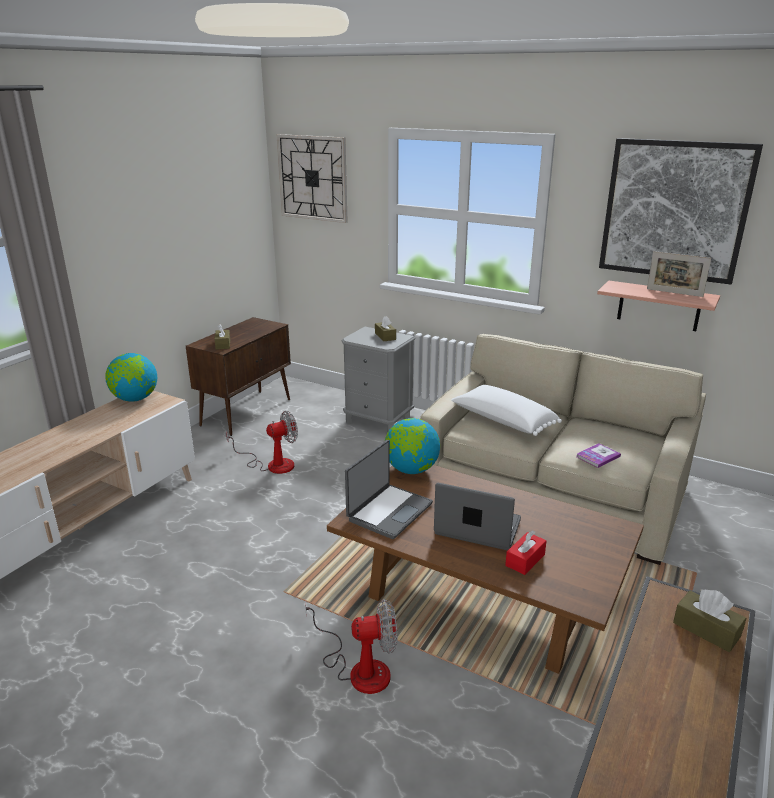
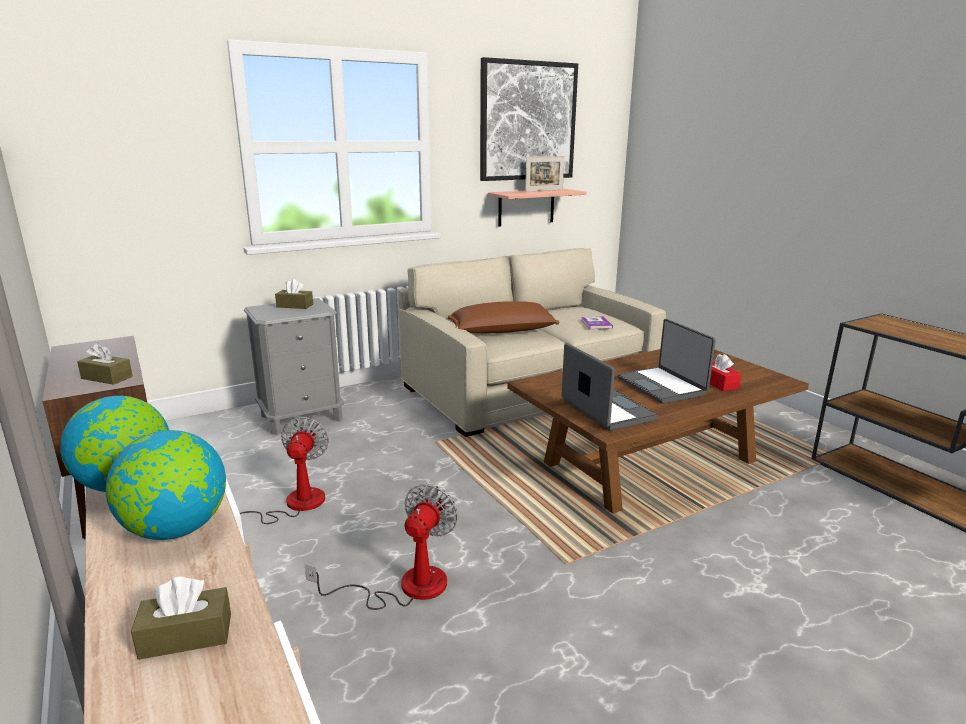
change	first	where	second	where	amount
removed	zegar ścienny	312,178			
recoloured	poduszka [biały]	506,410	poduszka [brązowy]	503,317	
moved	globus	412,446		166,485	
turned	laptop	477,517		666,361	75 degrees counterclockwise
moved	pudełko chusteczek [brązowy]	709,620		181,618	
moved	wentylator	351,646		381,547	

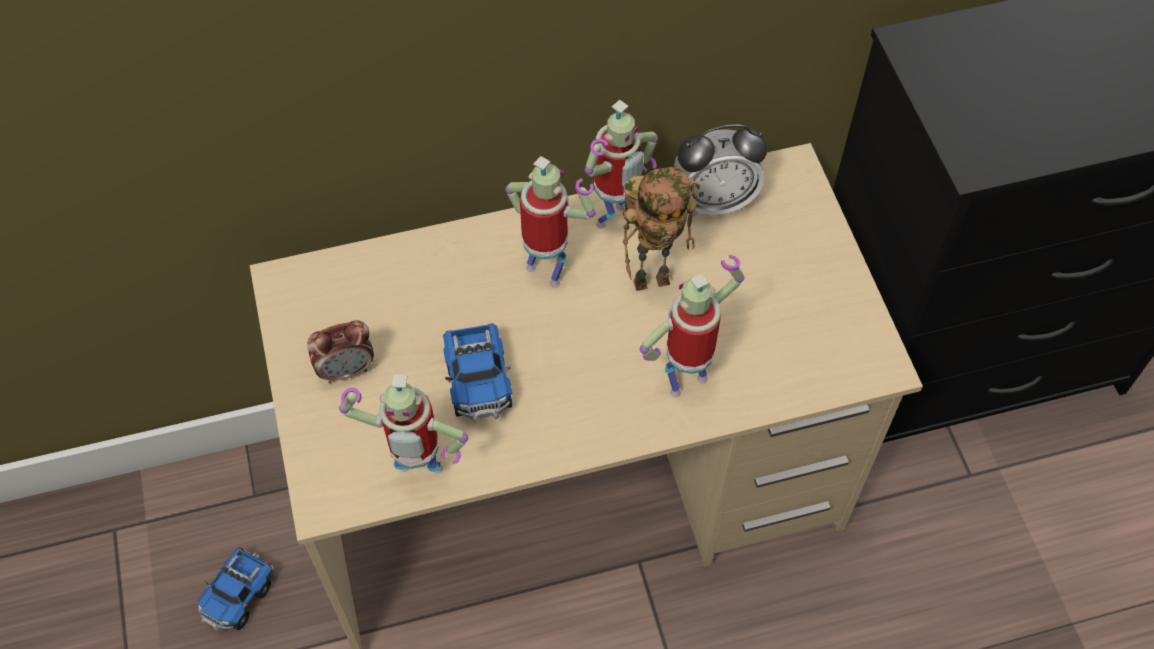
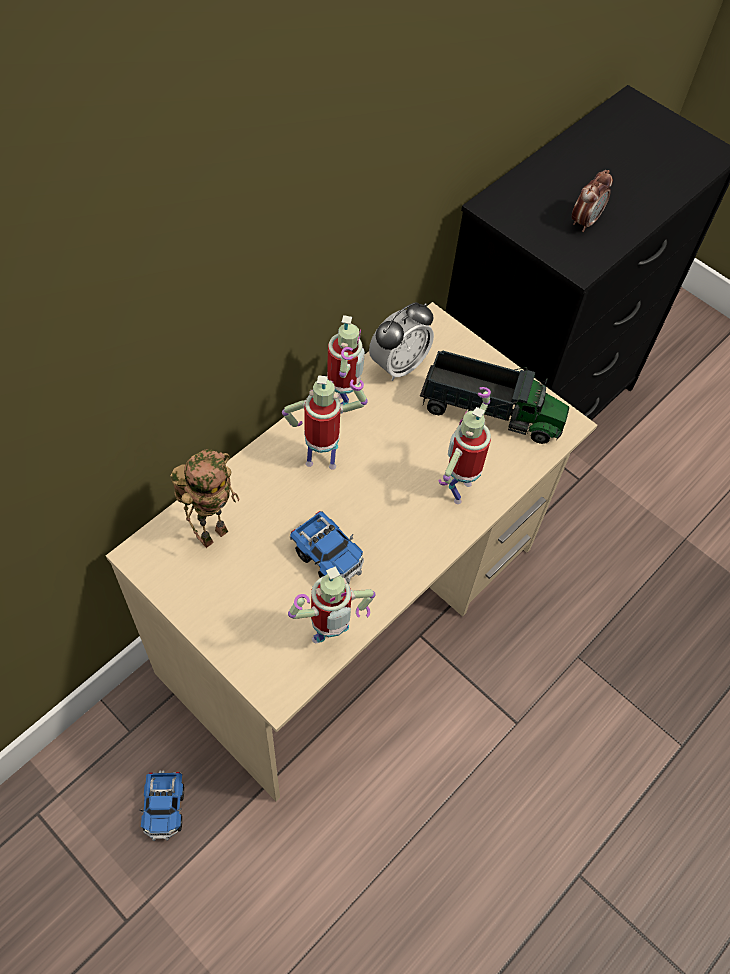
change	first	where	second	where	amount
moved	robot zabawkowy	661,229		204,498	
moved	budzik	340,351		592,201	
added			ciężarówka zabawkowa	494,397	

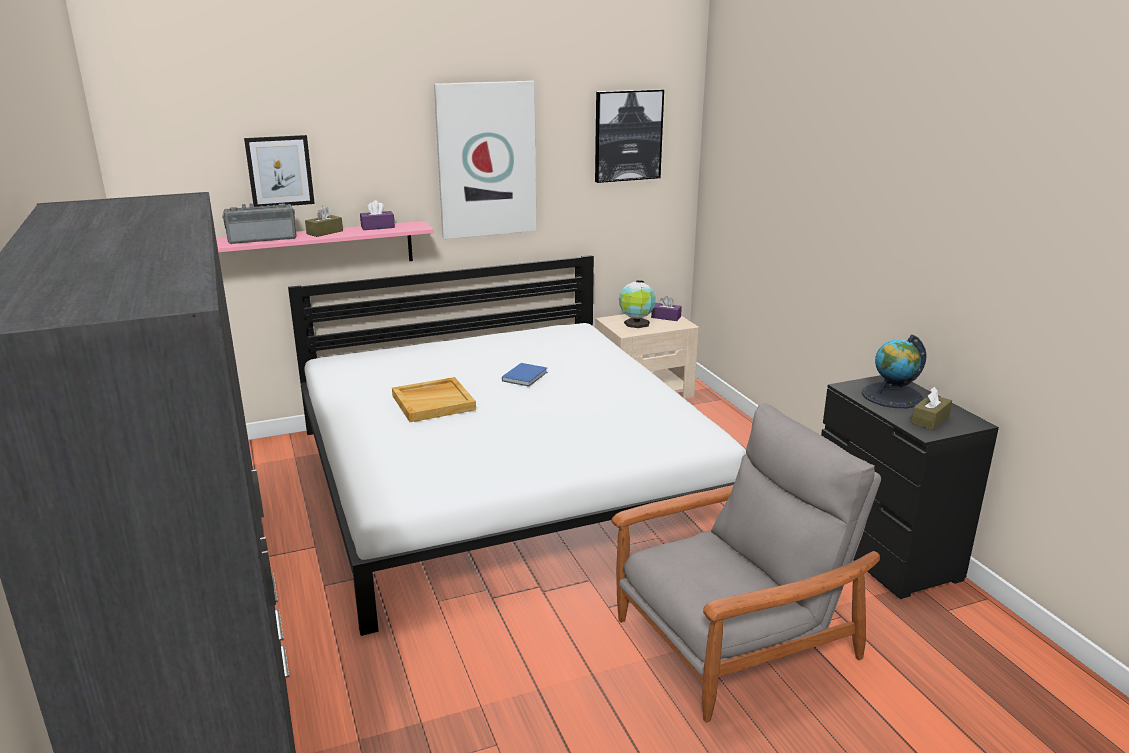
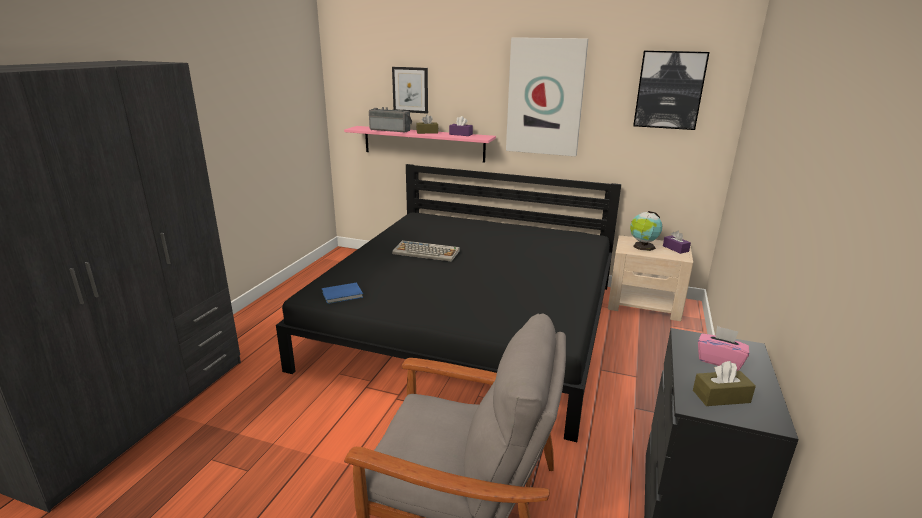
change	first	where	second	where	amount
recoloured	łóżko [biały]	517,445	łóżko [czarny]	448,303	
replaced	globus	894,371	pudełko chusteczek [różowy]	723,348	
moved	książka [niebieski]	524,375		342,293	
replaced	taca [beżowy]	434,399	klawiatura	426,251	

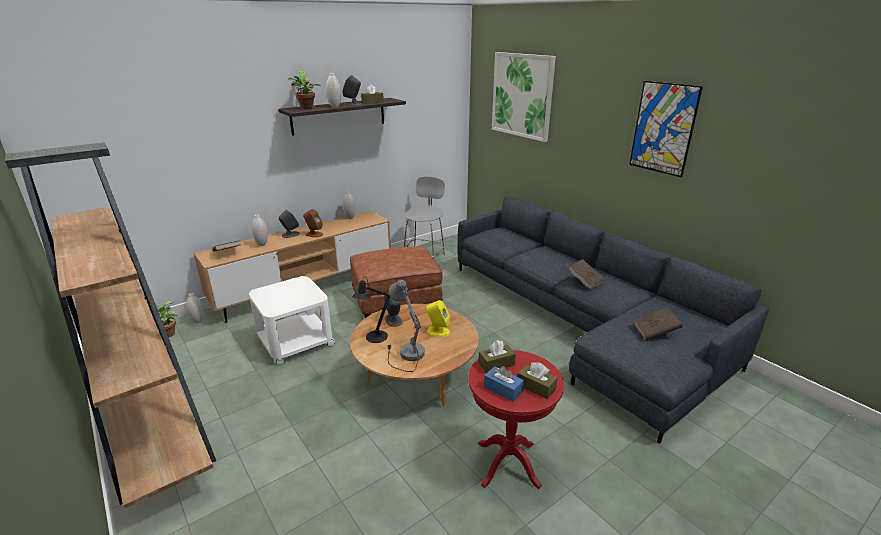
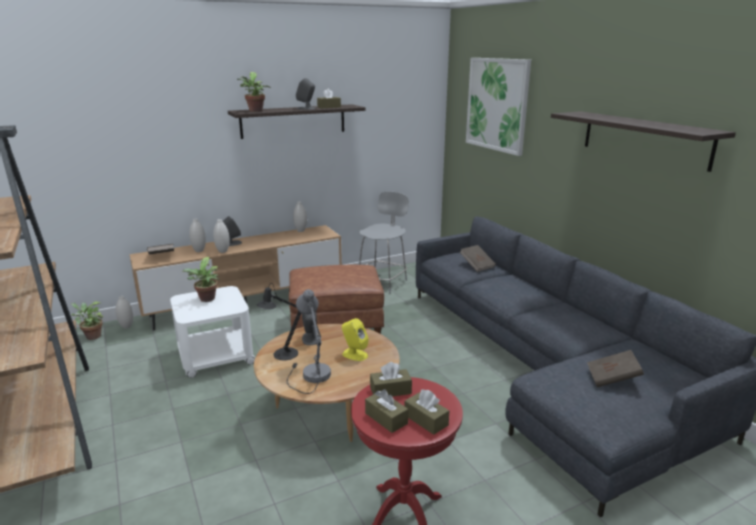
change	first	where	second	where	amount
moved	wazon [biały]	333,90		221,236	
replaced	obraz	666,129	półka	643,141	
removed	głośnik [brązowy]	313,223			
moved	książka [brązowy]	587,274		478,258	
recoloured	pudełko chusteczek [niebieski]	504,384	pudełko chusteczek [brązowy]	386,411	
added			roślina doniczkowa	201,279	

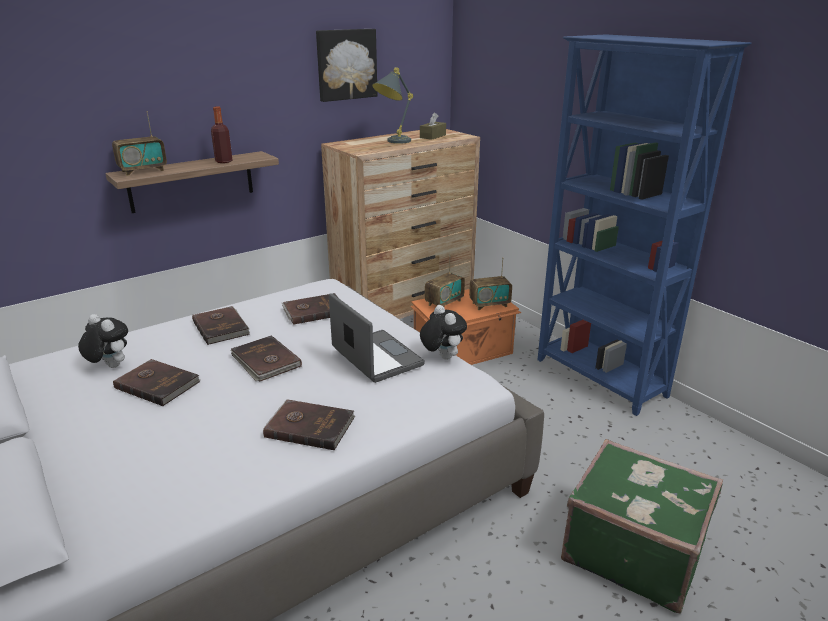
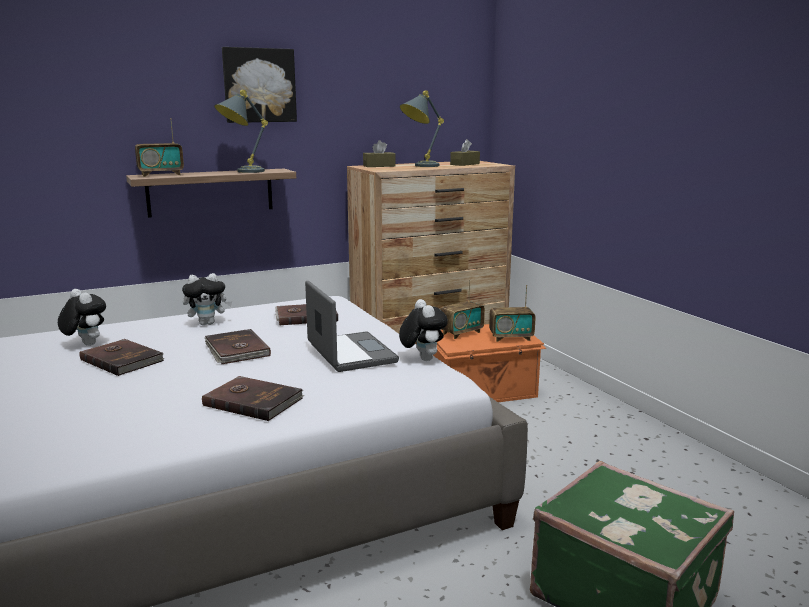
change	first	where	second	where	amount
moved	obraz	347,65		259,85	
removed	regał [niebieski]	644,225			
replaced	butelka	221,134	lampa stołowa [szary]	241,131	
replaced	książka [brązowy]	221,325	pluszak	207,299	
added			pudełko chusteczek [brązowy]	379,153	

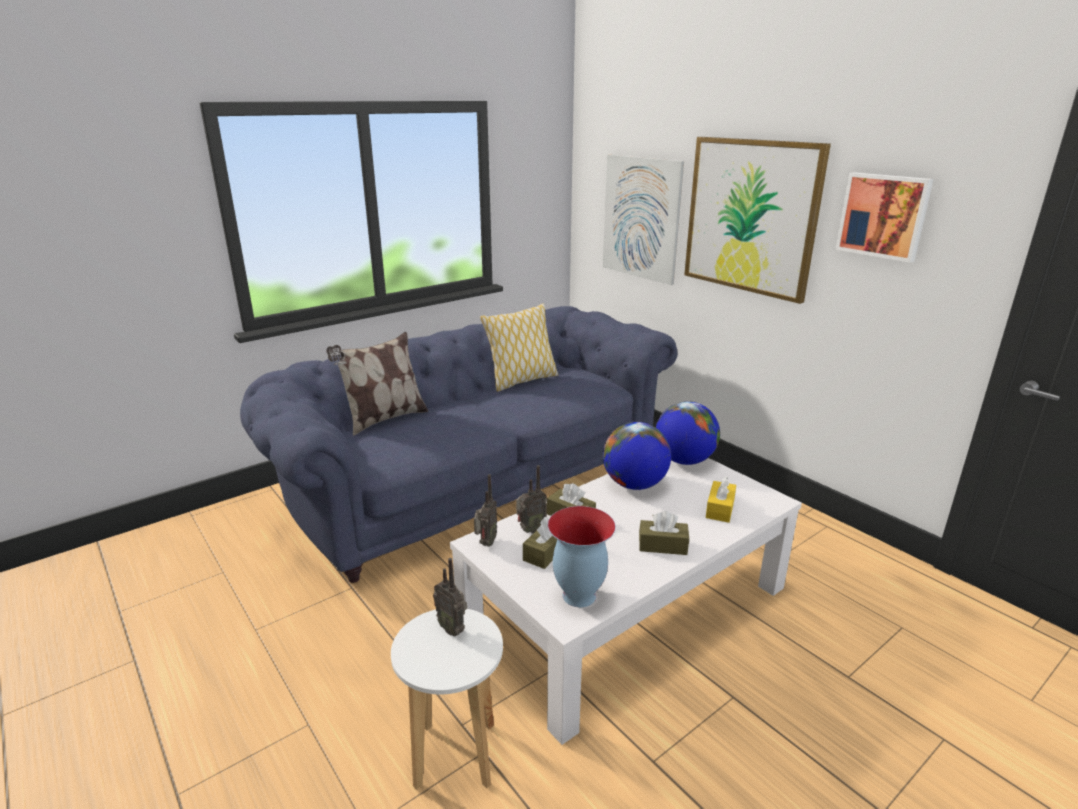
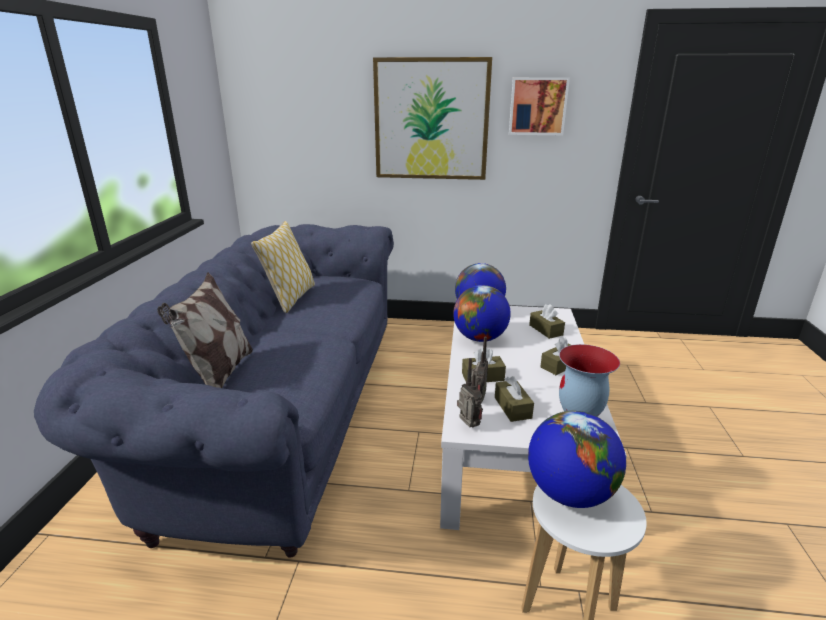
change	first	where	second	where	amount
removed	obraz	643,220			
recoloured	pudełko chusteczek [żółty]	721,500	pudełko chusteczek [brązowy]	547,321	
replaced	radio	450,597	globus	577,459	

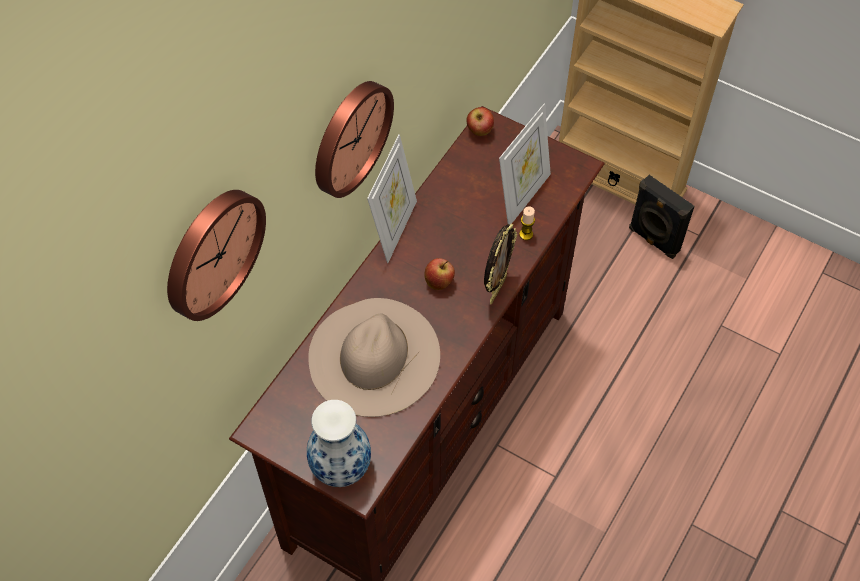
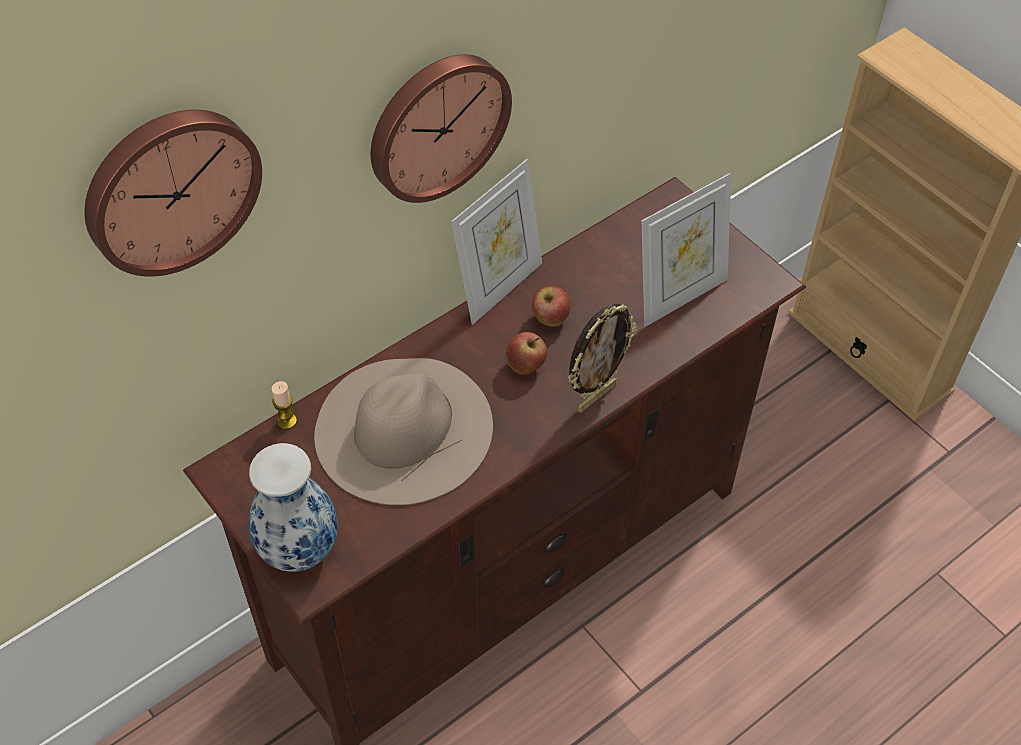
change	first	where	second	where	amount
moved	jabłko	480,121		551,306	
removed	głośnik [czarny]	661,217			
moved	świeca	527,223		284,405	

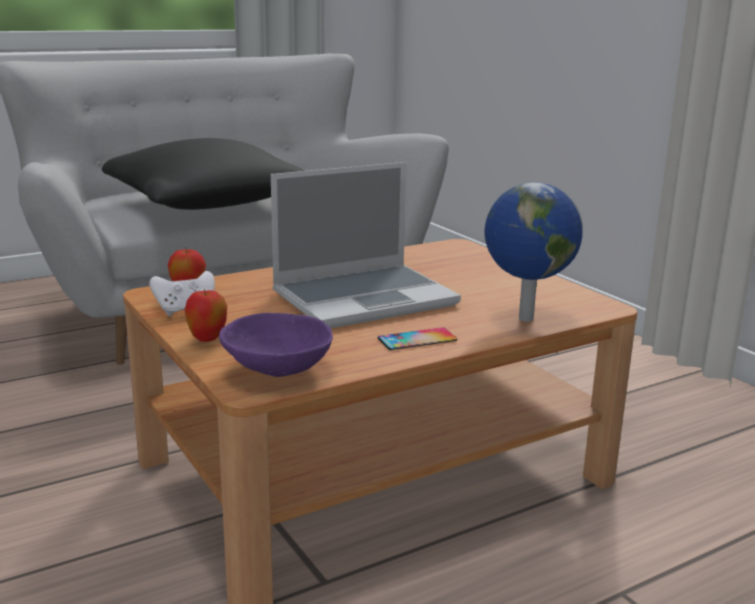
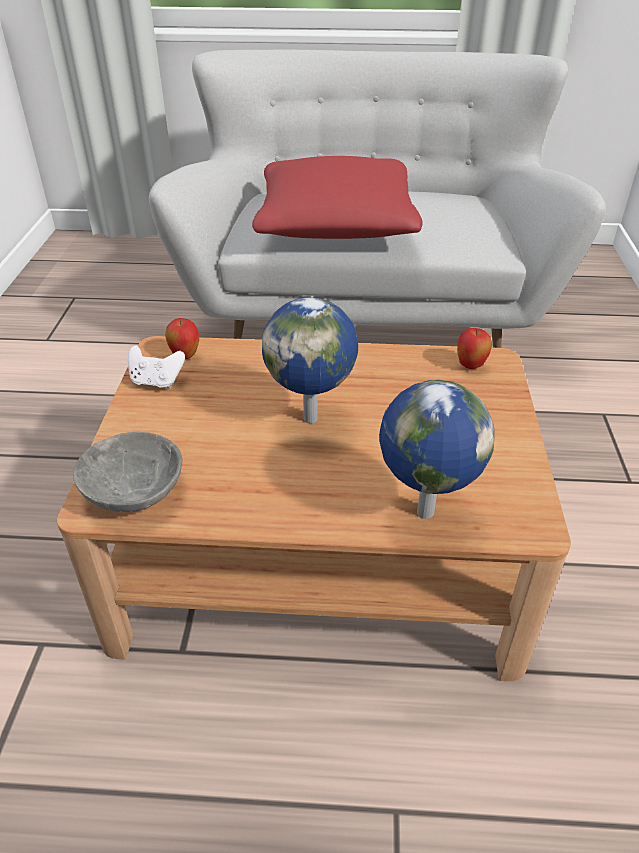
change	first	where	second	where	amount
recoloured	poduszka [czarny]	203,174	poduszka [czerwony]	337,197	
replaced	laptop	366,245	globus	310,360	
moved	jabłko	206,315		474,348	
recoloured	miska [fioletowy]	276,345	miska [szary]	127,472	
removed	telefon	417,338			

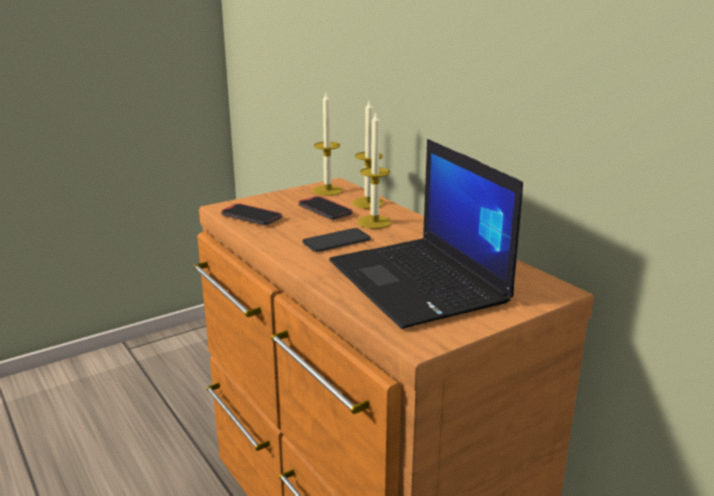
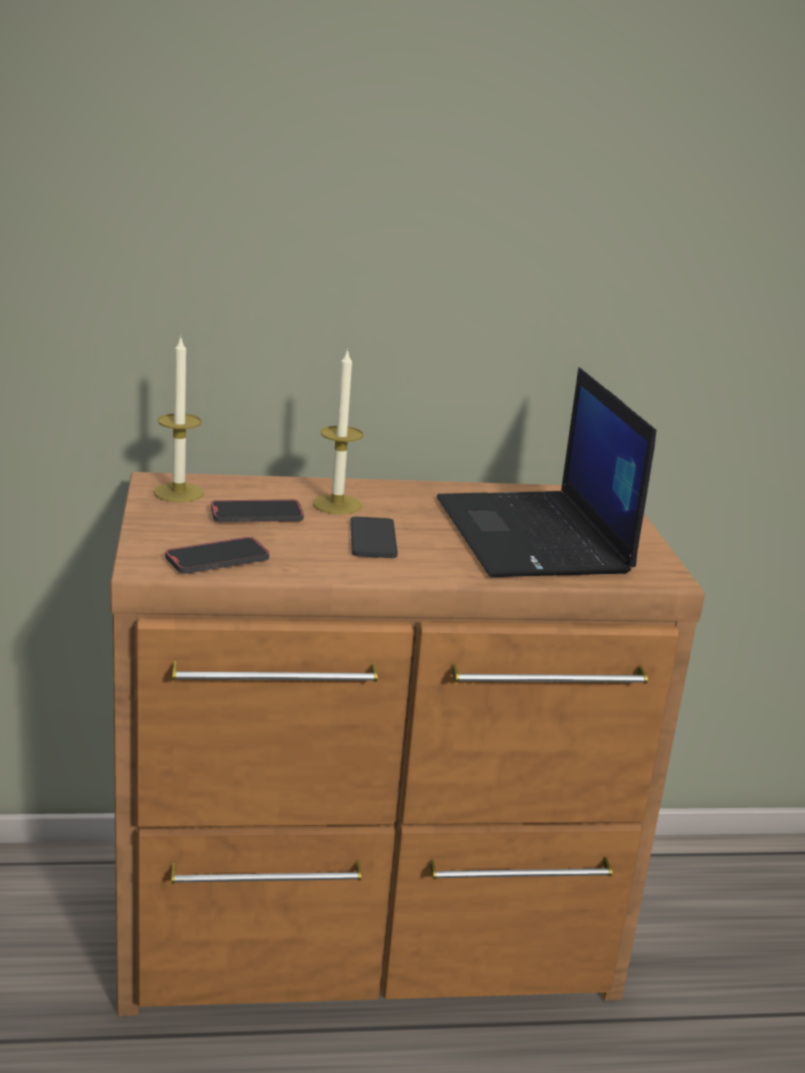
change	first	where	second	where	amount
removed	świeca	368,155			
turned	laptop	426,234		546,472	75 degrees clockwise

